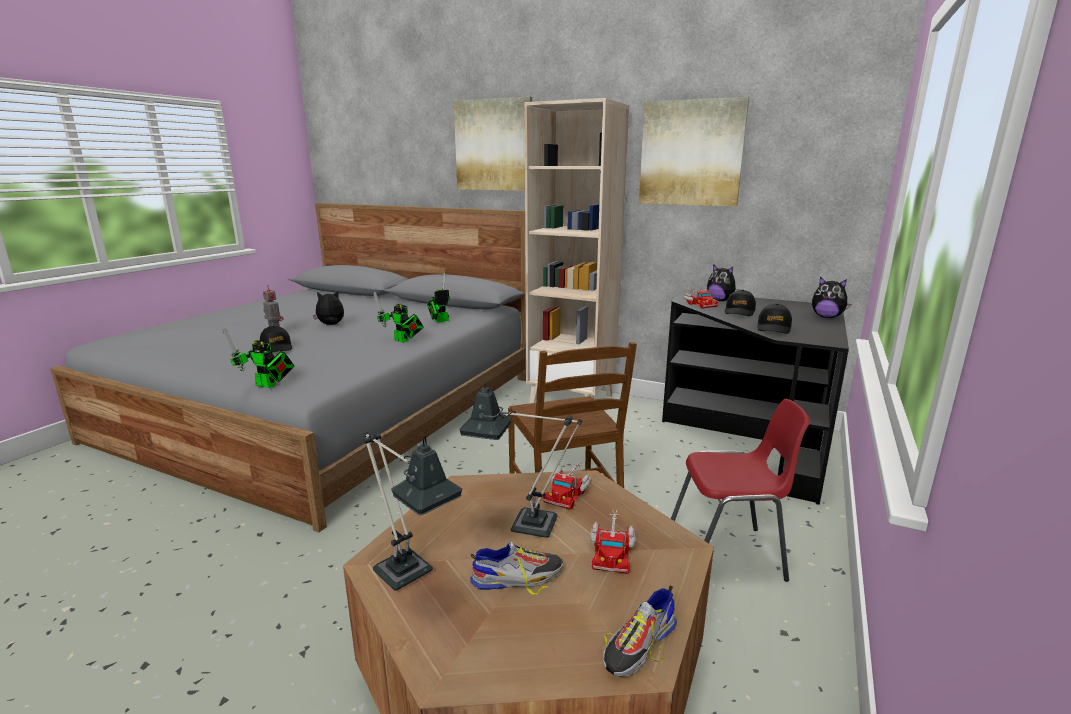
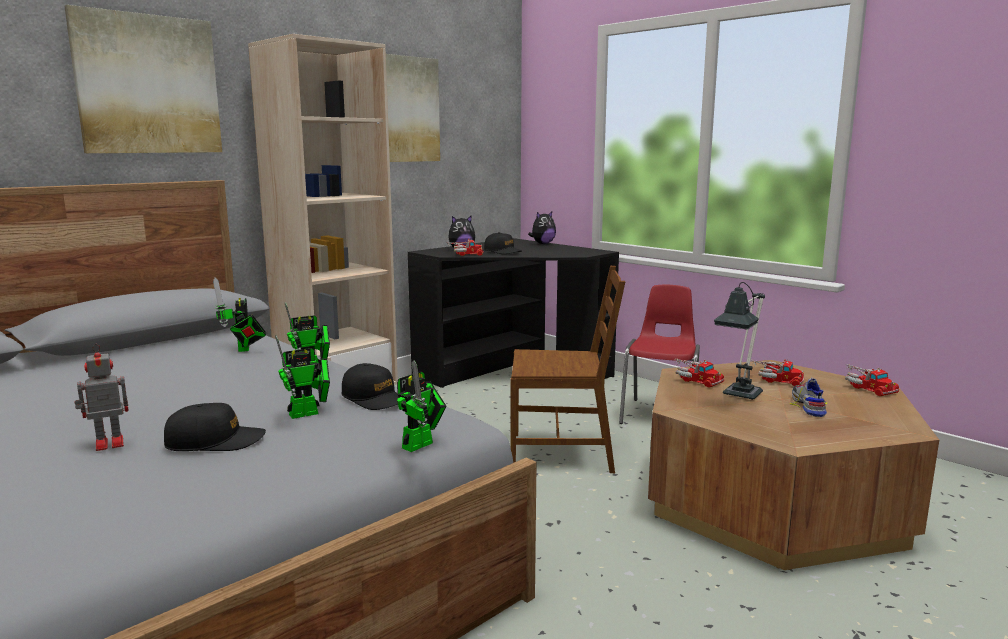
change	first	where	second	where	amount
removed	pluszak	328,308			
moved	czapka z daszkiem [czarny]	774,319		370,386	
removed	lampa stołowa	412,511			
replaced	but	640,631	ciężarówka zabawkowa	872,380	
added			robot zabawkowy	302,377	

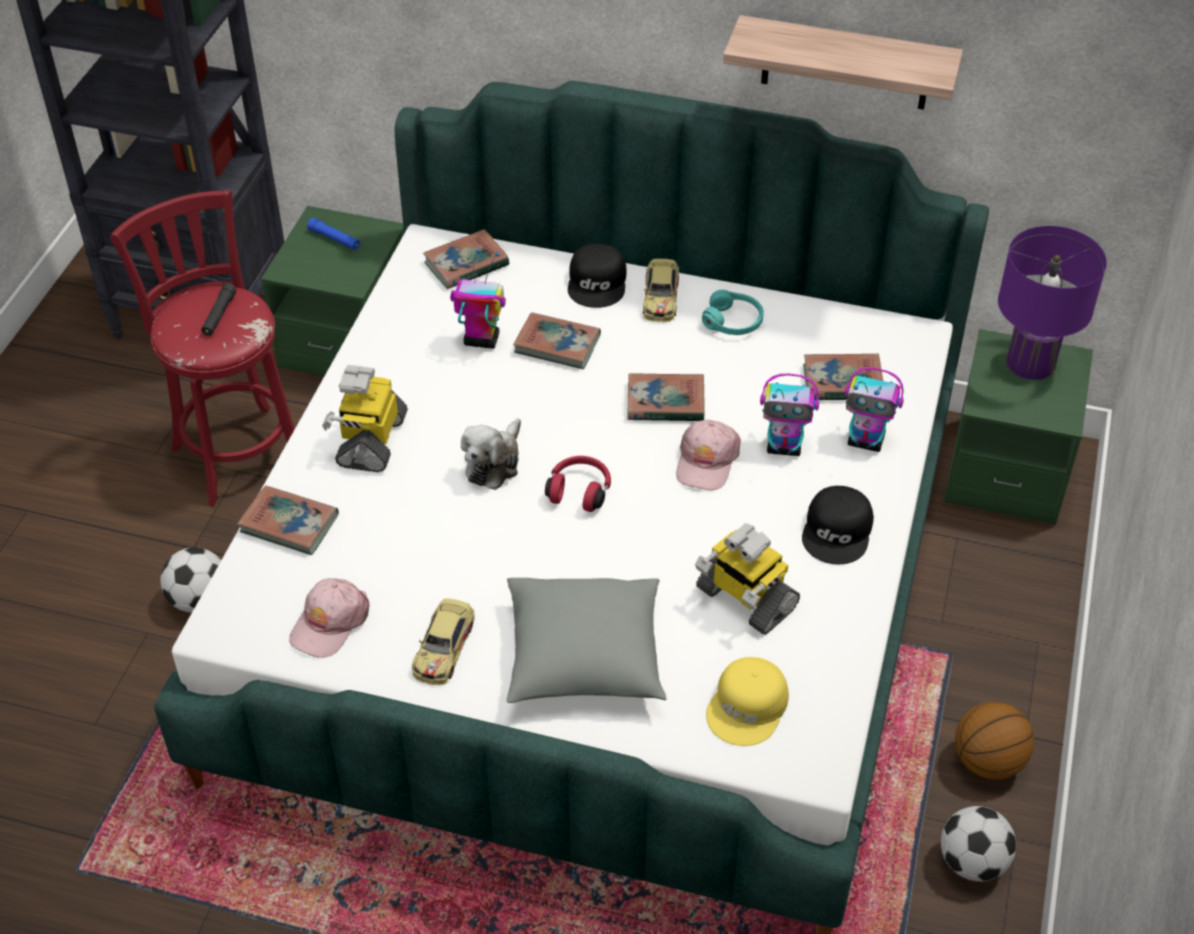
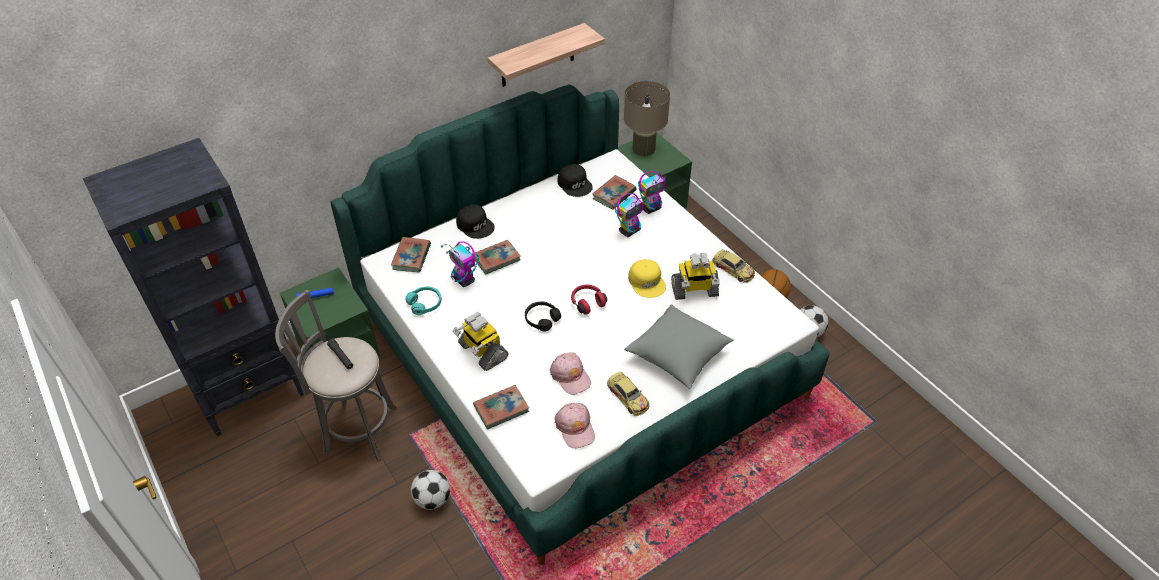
change	first	where	second	where	amount
recoloured	stołek [czerwony]	202,348	stołek [szary]	336,375	
recoloured	lampa stołowa [fioletowy]	1052,303	lampa stołowa [beżowy]	647,118	
turned	robot zabawkowy	478,299		460,264	90 degrees counterclockwise
moved	samochodzik	661,290		733,266	
moved	słuchawki [turkusowy]	733,312		423,300	
removed	książka	666,397			
replaced	pluszak	491,454	słuchawki [czarny]	543,316	
moved	czapka z daszkiem [różowy]	708,455		570,373	
moved	czapka z daszkiem [czarny]	838,525		575,180	
moved	czapka z daszkiem [żółty]	747,701		647,278	

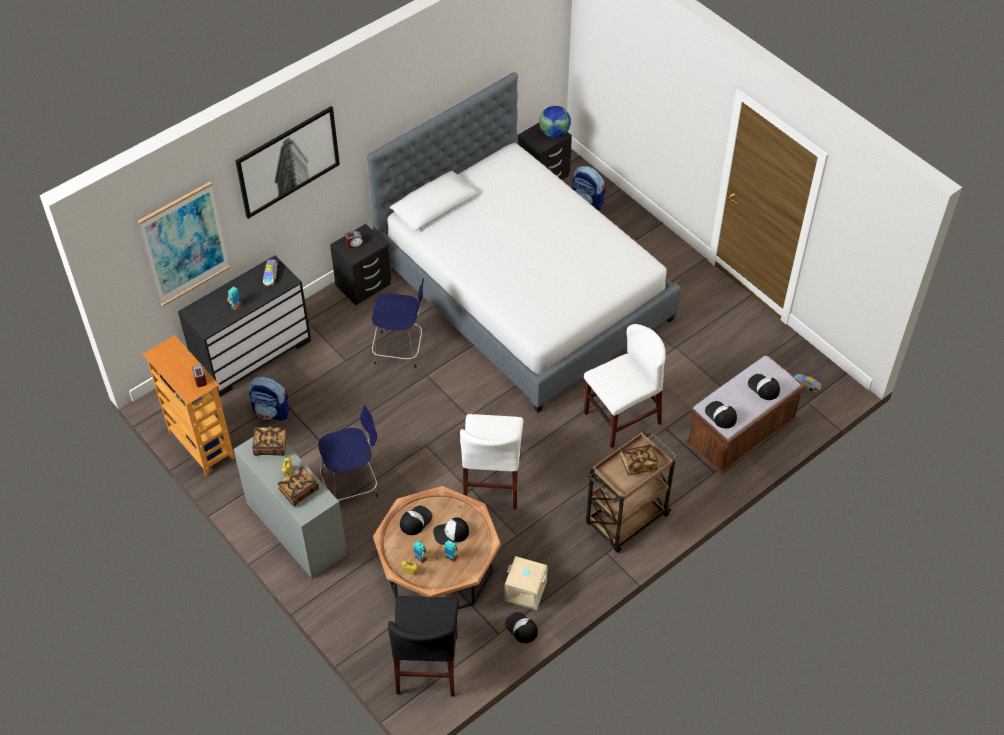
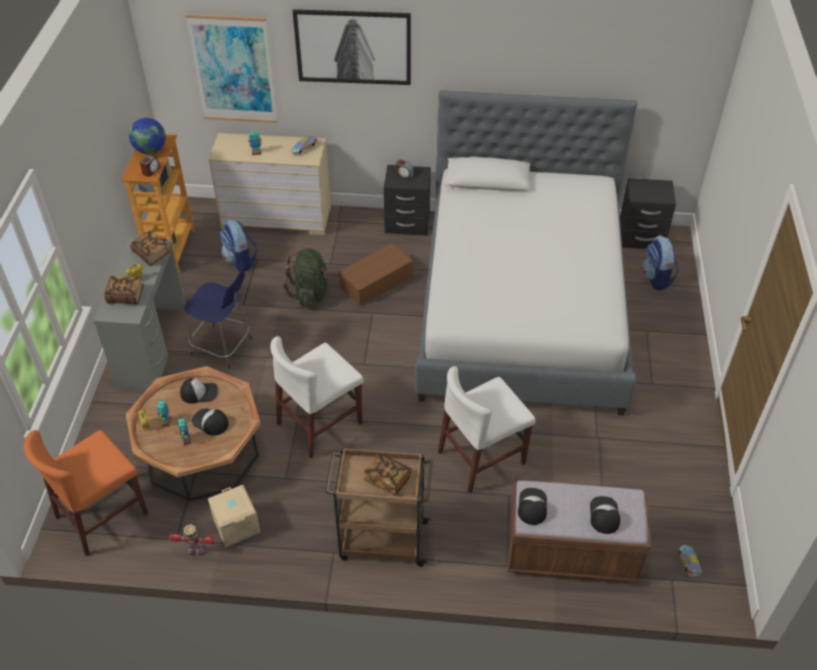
change	first	where	second	where	amount
moved	globus	555,122		147,136	
recoloured	komoda [czarny]	244,326	komoda [beżowy]	269,184	
replaced	stołek [niebieski]	398,323	pojemnik do przechowywania [brązowy]	375,274	
turned	krzesło [biały]	625,386		486,429	135 degrees clockwise
recoloured	krzesło [czarny]	423,646	krzesło [pomarańczowy]	86,493	
replaced	czapka z daszkiem	521,627	robot zabawkowy	192,540	
added			plecak [zielony]	307,278	

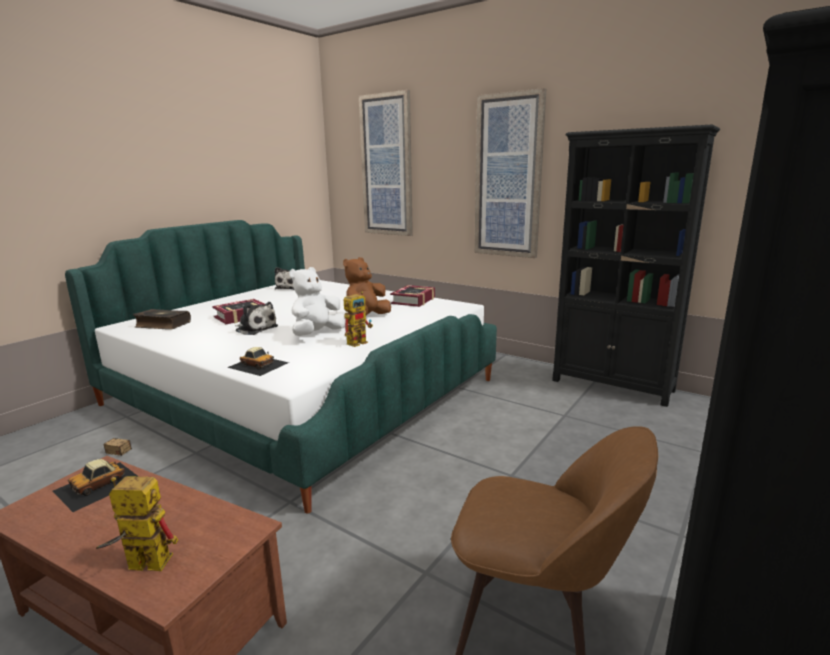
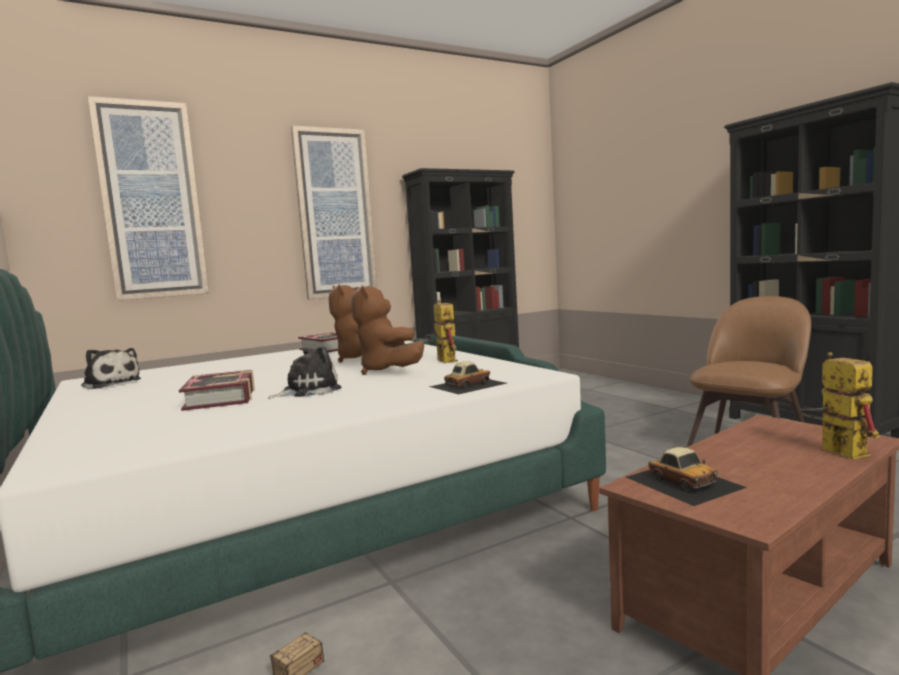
change	first	where	second	where	amount
recoloured	pluszak [biały]	317,301	pluszak [brązowy]	387,330	
removed	książka	162,319			
turned	robot zabawkowy	137,523		839,406	135 degrees clockwise

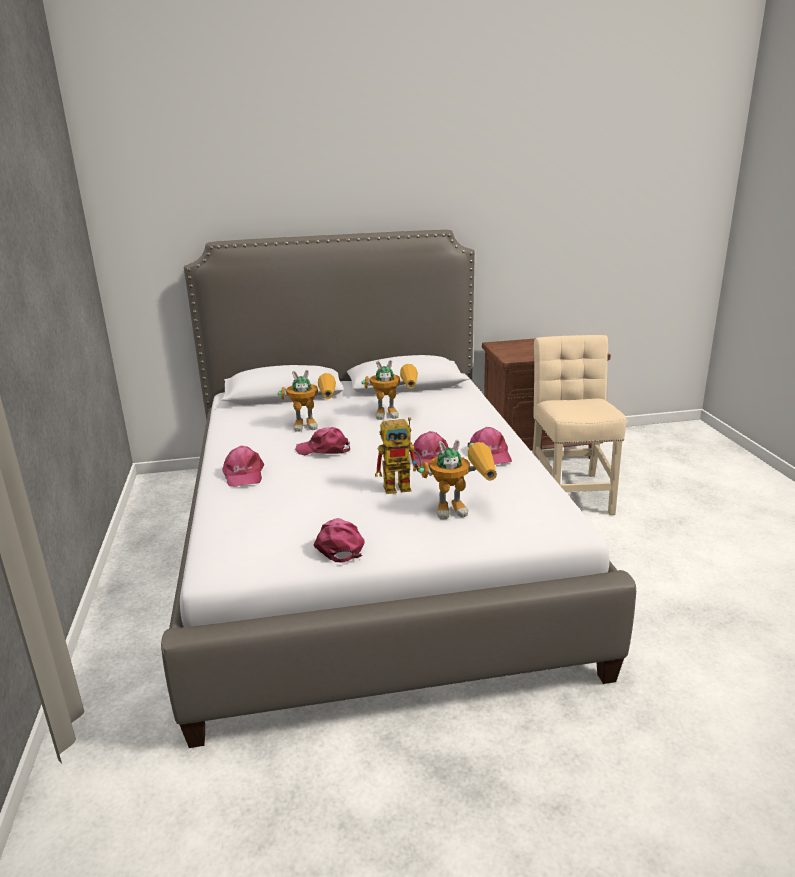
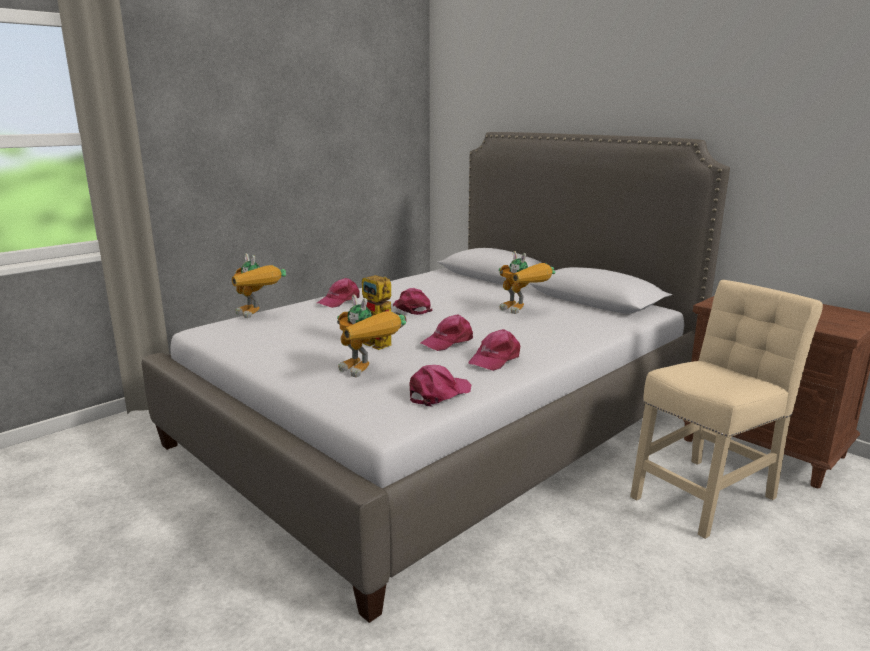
change	first	where	second	where	amount
moved	robot zabawkowy	306,400		259,285	
moved	czapka z daszkiem [różowy]	339,540		440,385	

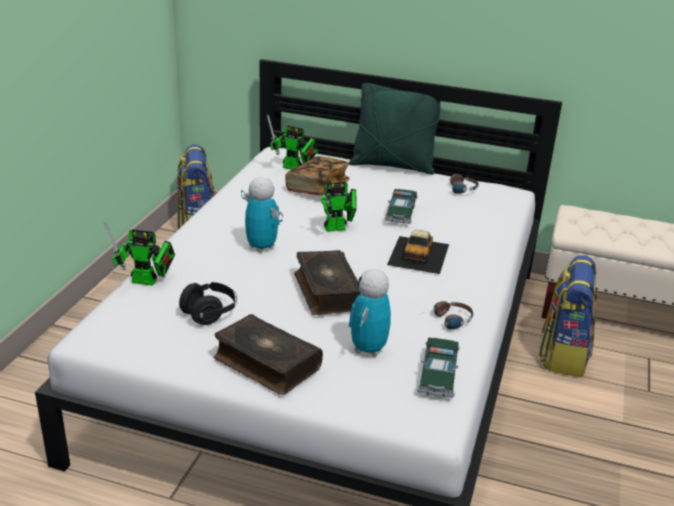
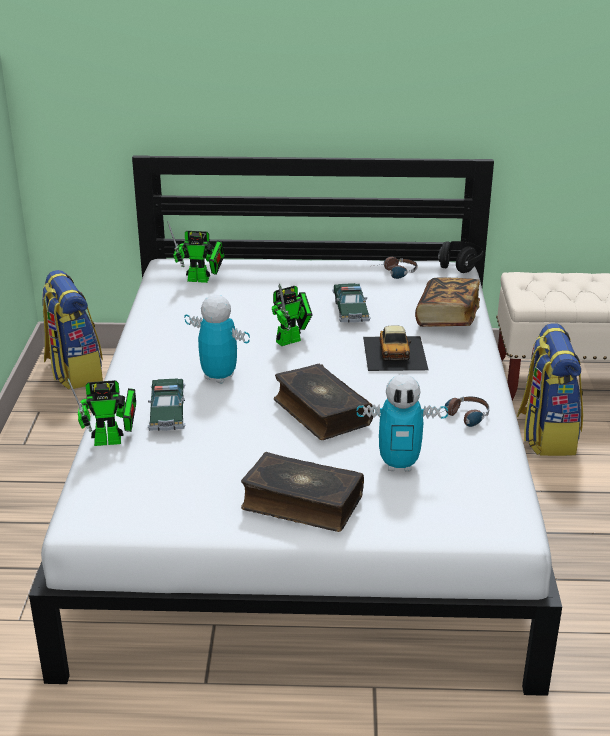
change	first	where	second	where	amount
removed	poduszka [zielony]	394,128			
moved	książka	317,176		447,302	
turned	robot zabawkowy	370,313		402,423	90 degrees counterclockwise
moved	słuchawki [czarny]	208,303		461,257	
moved	samochodzik	438,368		166,405	

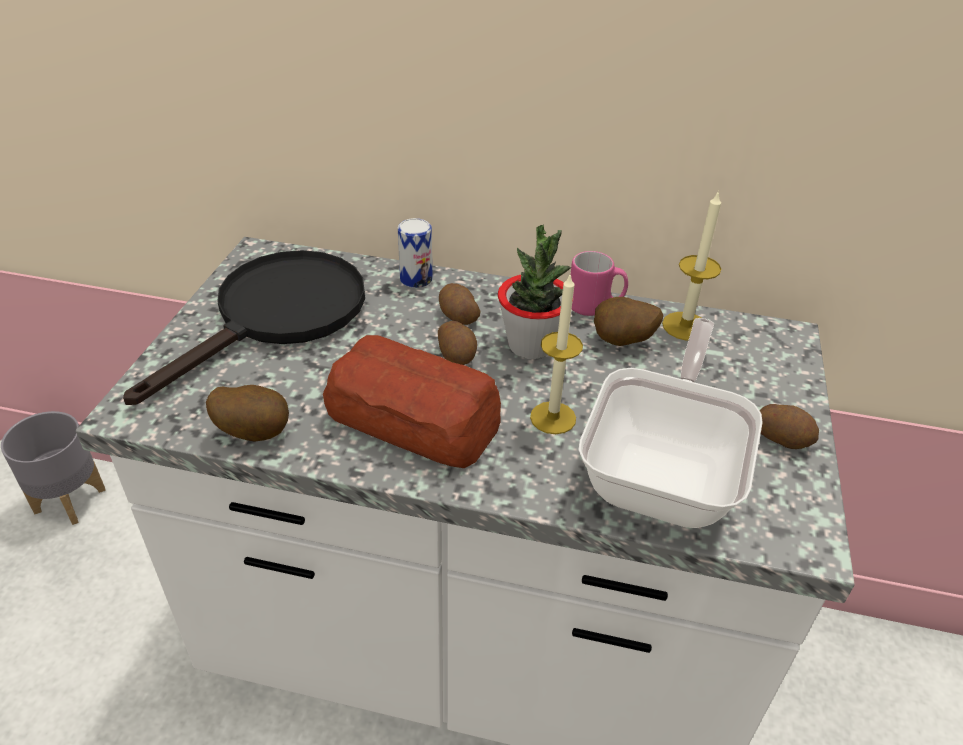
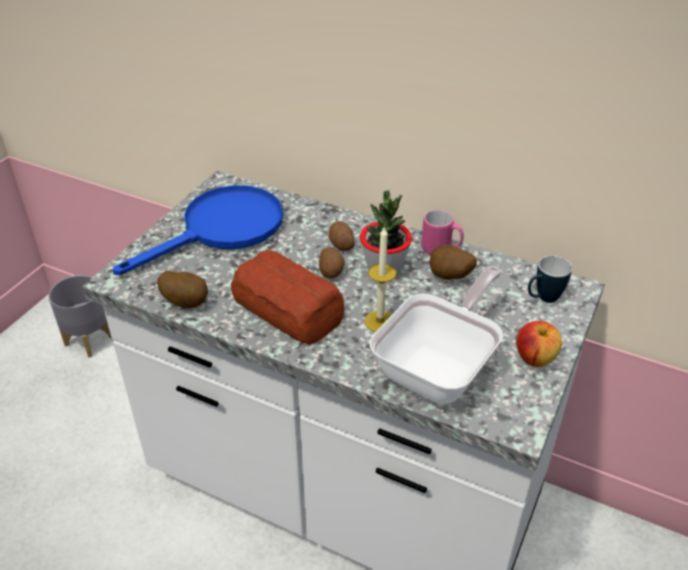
change	first	where	second	where	amount
removed	świeca	691,265			
removed	puszka	415,253			
recoloured	patelnia [czarny]	244,327	patelnia [niebieski]	198,230	
replaced	ziemniak	789,426	jabłko	539,344	
added			kubek	550,279	

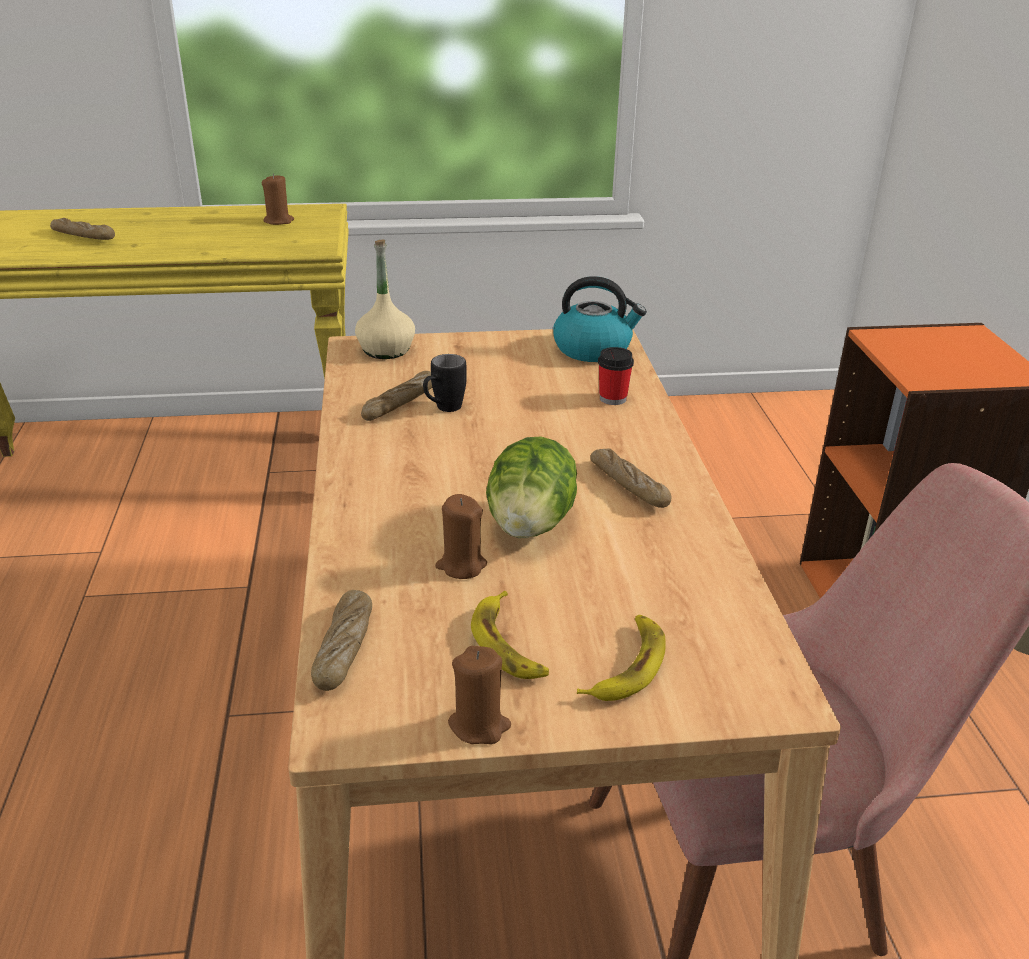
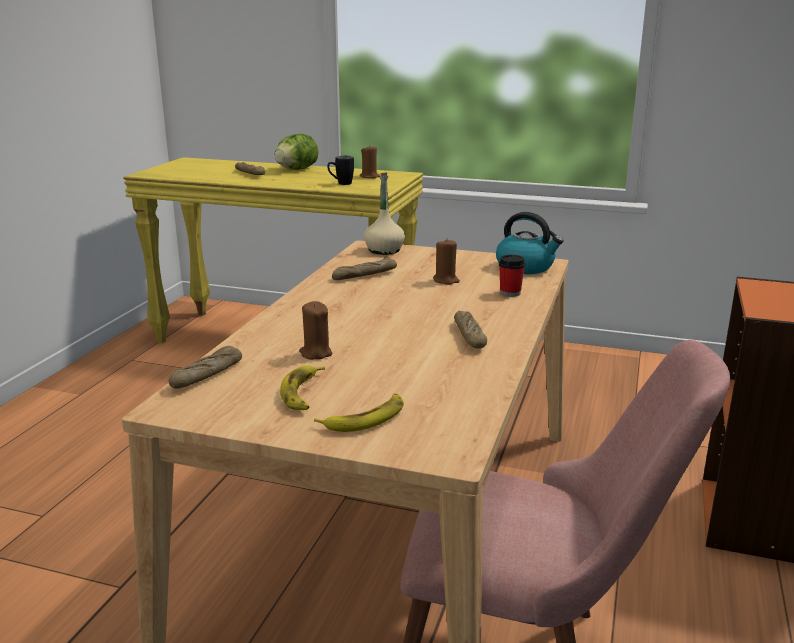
change	first	where	second	where	amount
moved	kubek [czarny]	445,383		340,170	
moved	sałata	531,487		296,152	
moved	świeca [brązowy]	479,695		446,261	

